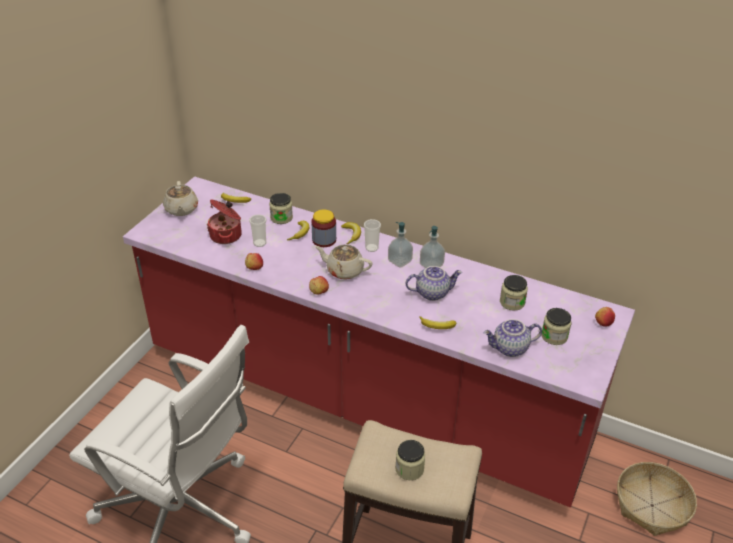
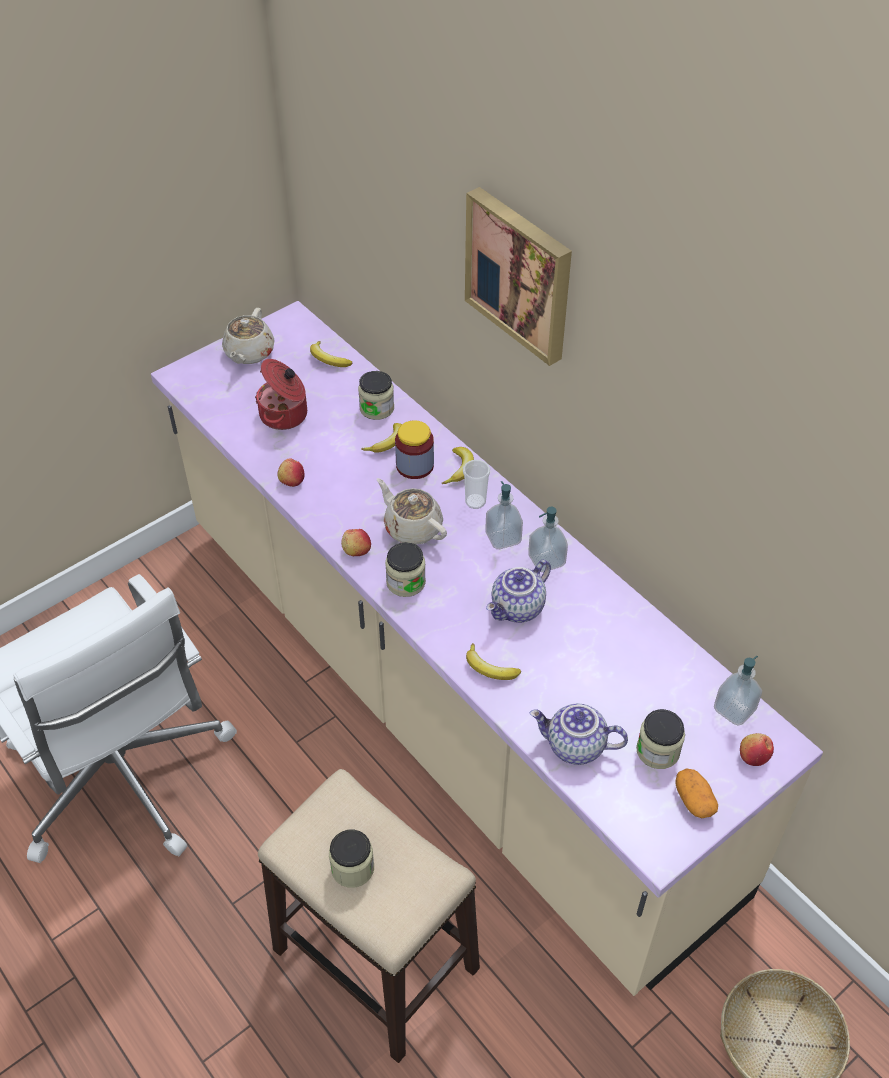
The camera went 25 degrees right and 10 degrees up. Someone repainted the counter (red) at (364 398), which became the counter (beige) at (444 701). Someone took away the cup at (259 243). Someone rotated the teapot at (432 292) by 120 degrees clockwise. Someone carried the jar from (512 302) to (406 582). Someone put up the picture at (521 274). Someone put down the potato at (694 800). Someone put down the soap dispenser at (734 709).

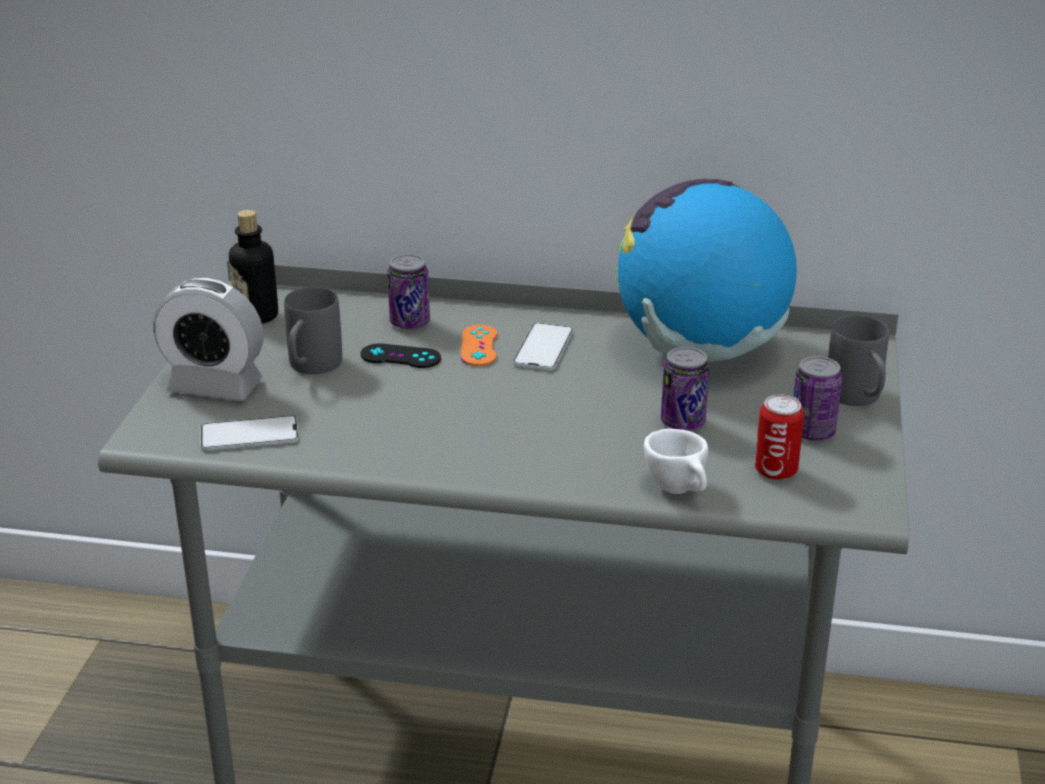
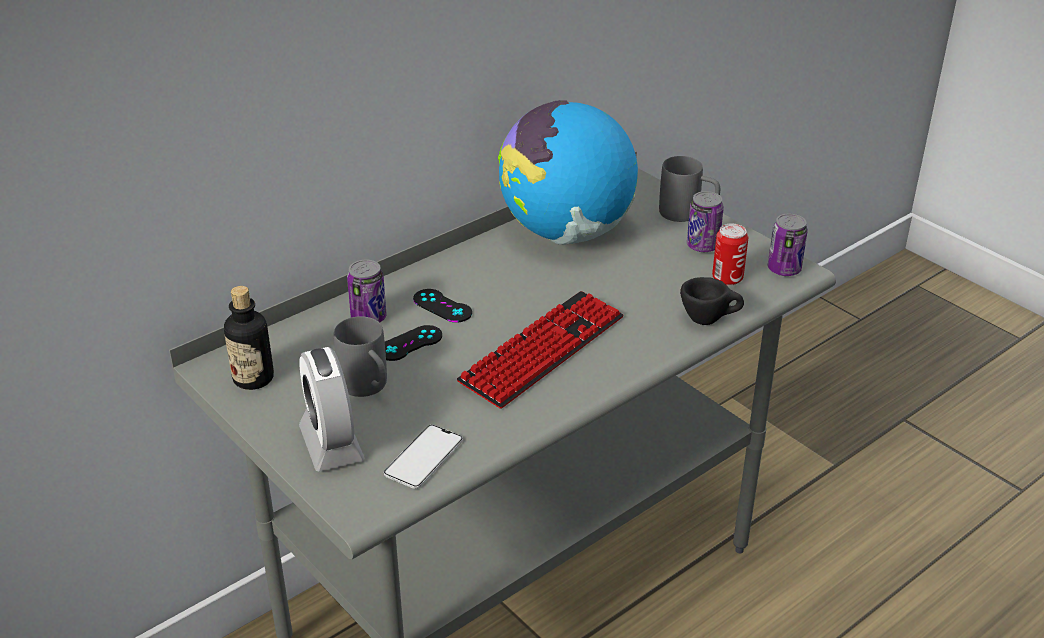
The camera went 50 degrees left and 5 degrees up. Someone rotated the alarm clock at (215 386) by 105 degrees clockwise. Someone repainted the game controller (orange) at (479 346), which became the game controller (black) at (442 306). Someone took away the phone at (543 347). Someone repainted the cup (white) at (680 491), which became the cup (black) at (709 320). Someone carried the can from (682 422) to (784 269). Someone put down the keyboard at (543 350).

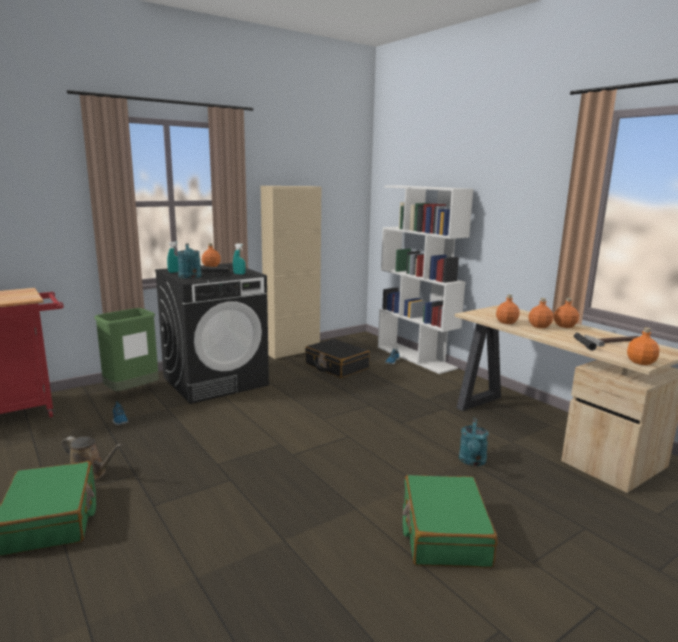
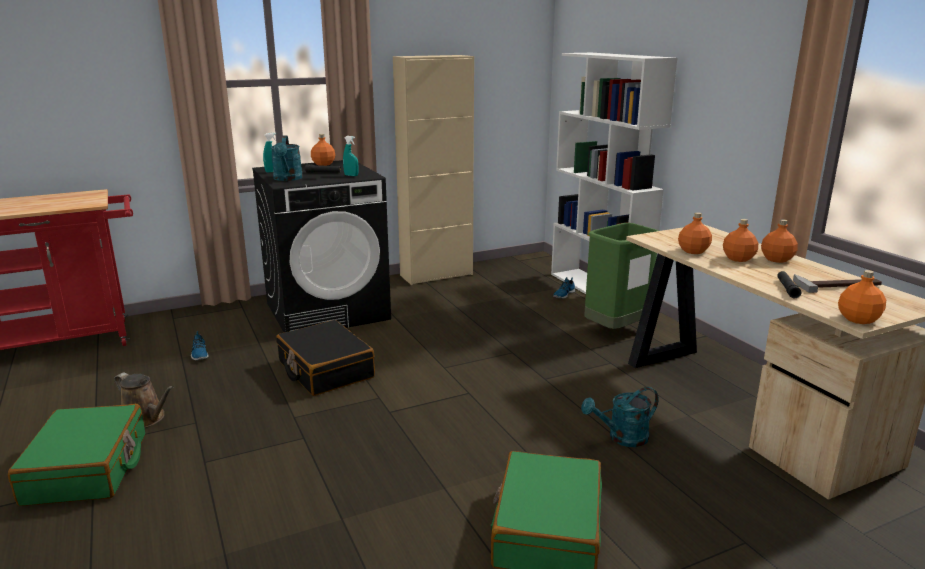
The camera went 10 degrees right and 5 degrees up. Someone carried the trash can (green) from (132 392) to (616 330). Someone carried the suitcase (black) from (336 366) to (325 370). Someone rotated the watering can (turquoise) at (472 461) by 45 degrees clockwise.

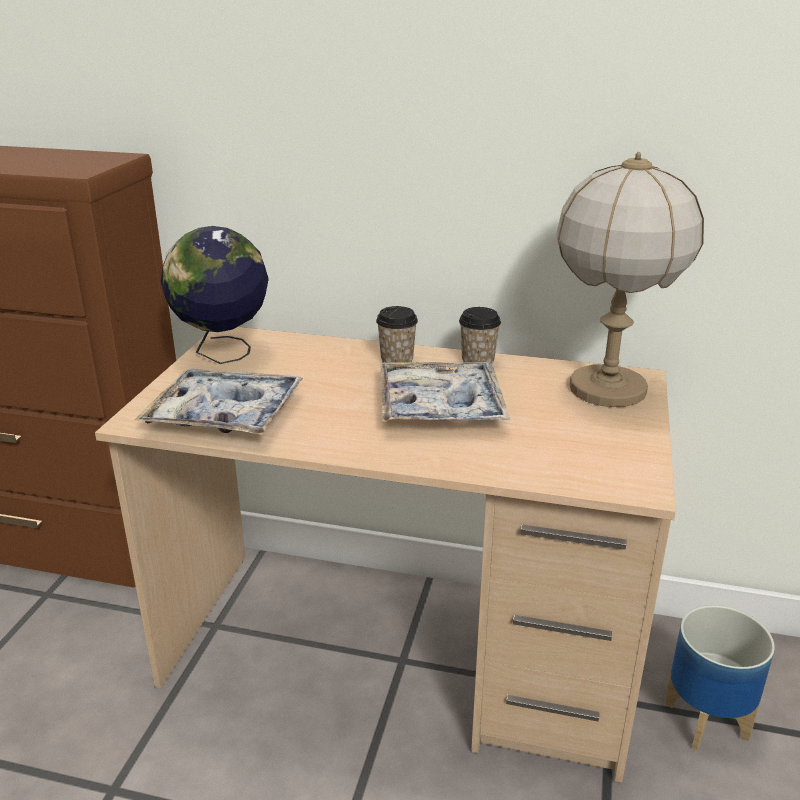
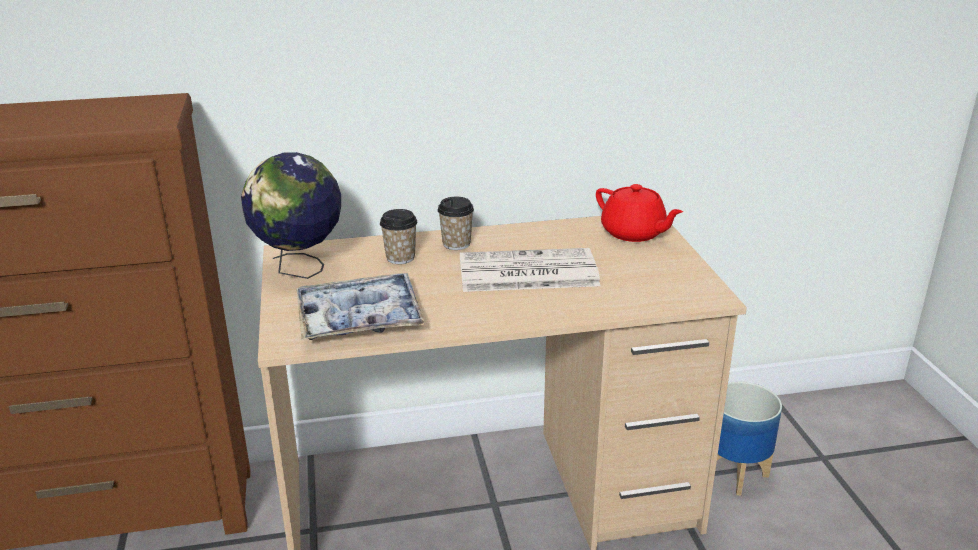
The camera went 25 degrees left and 0 degrees up. Someone swapped the tray at (440 406) for the newspaper at (526 272). Someone carried the cup from (477 361) to (400 258). Someone swapped the table lamp at (608 389) for the teapot (red) at (634 233).

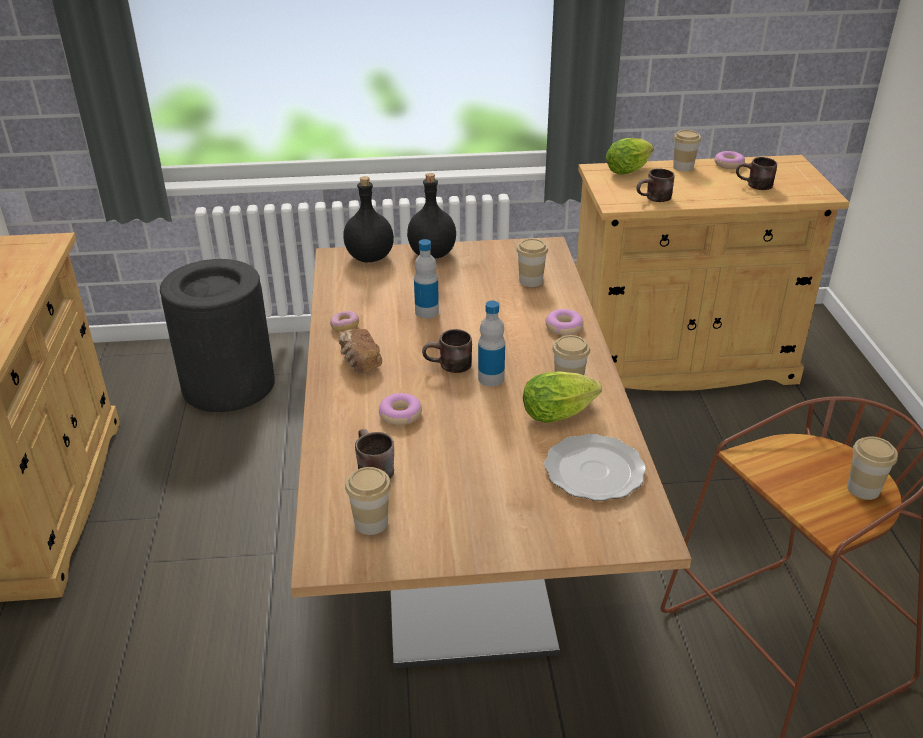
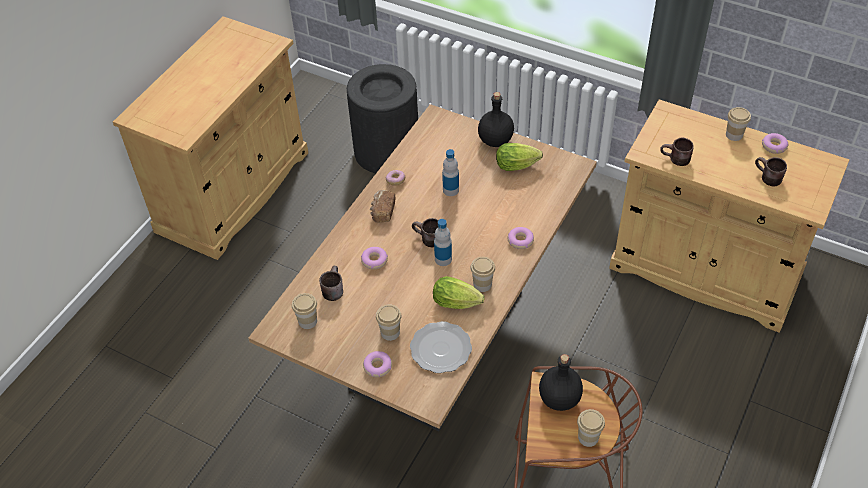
The camera went 35 degrees right and 15 degrees up. Someone carried the bottle (black) from (370 258) to (559 399). Someone carried the cup from (531 281) to (390 332). Someone carried the lettuce from (630 170) to (519 165). Someone put down the donut at (377 367).

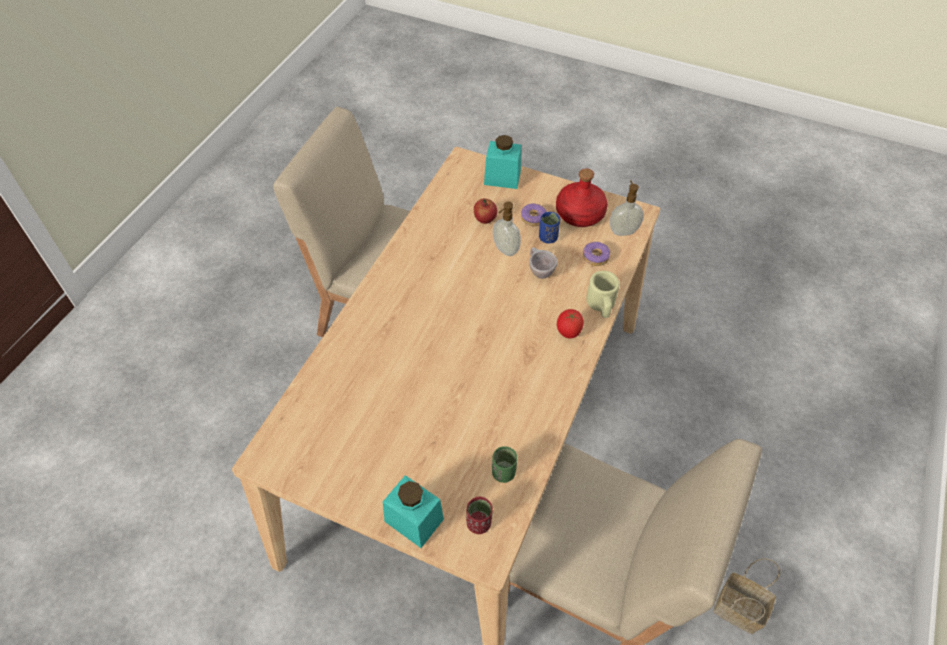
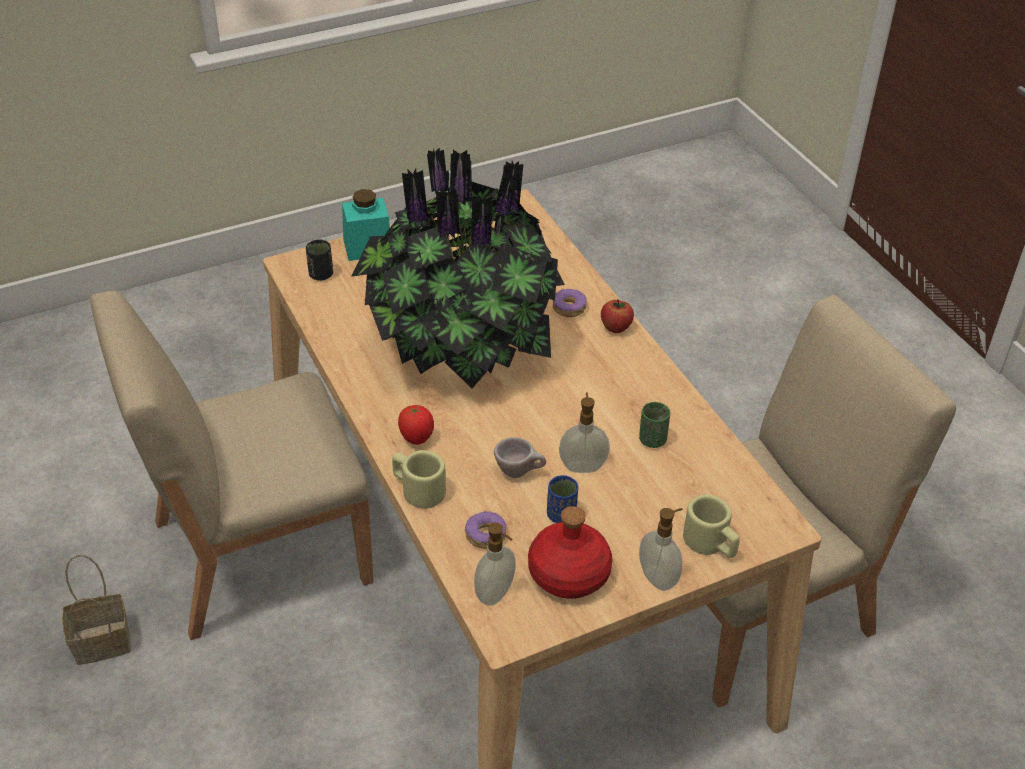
The camera went 130 degrees right and 10 degrees down. Someone repainted the cup (red) at (479 523), which became the cup (black) at (321 275). Someone carried the apple from (485 219) to (616 328). Someone swapped the jar (turquoise) at (502 177) for the mug (beige) at (711 544). Someone carried the cup (green) from (503 473) to (652 440). Someone carried the donut from (533 218) to (569 308). Someone put down the potted plant at (460 347). Someone put down the soap dispenser at (659 577).

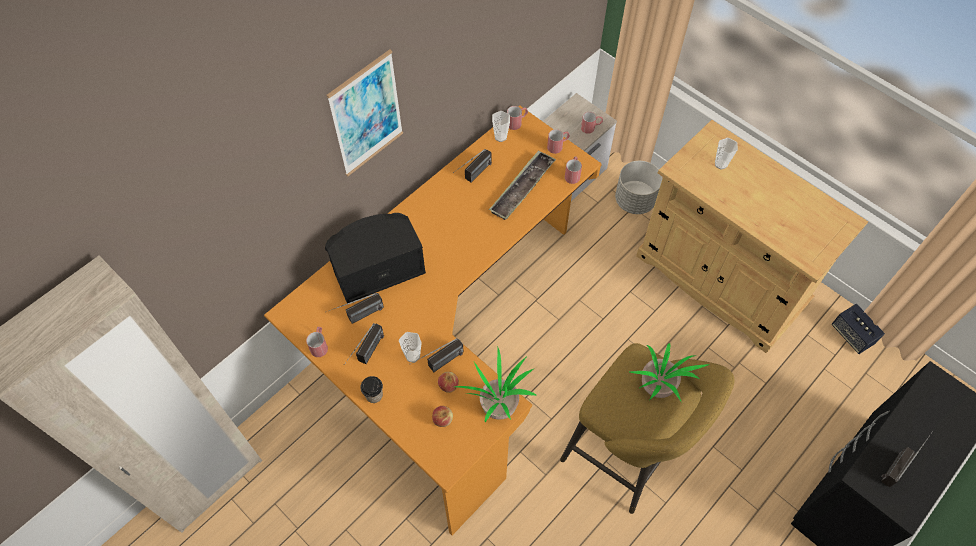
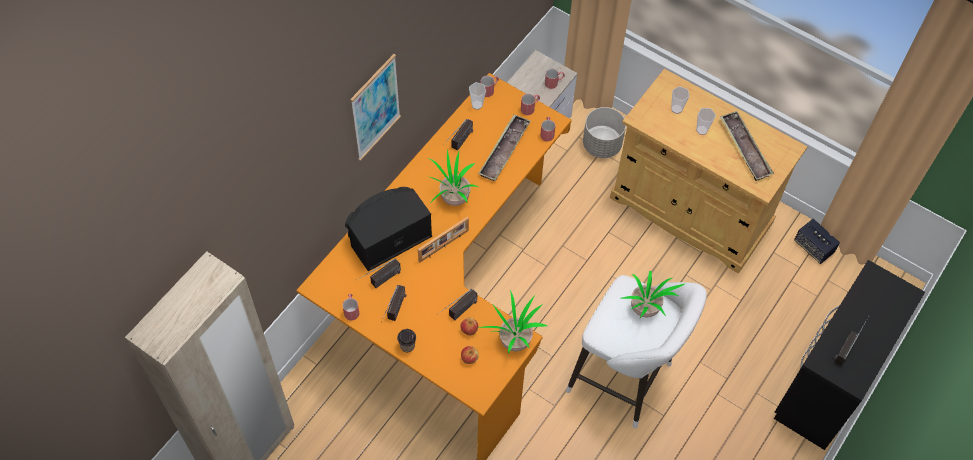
The camera went 10 degrees left and 0 degrees up. Someone carried the cup from (412 356) to (702 130). Someone repainted the stool (yellow) at (627 456), which became the stool (white) at (625 380). Someone put down the picture frame at (444 246). Someone put down the potted plant at (452 197). Someone put down the tray at (745 148).

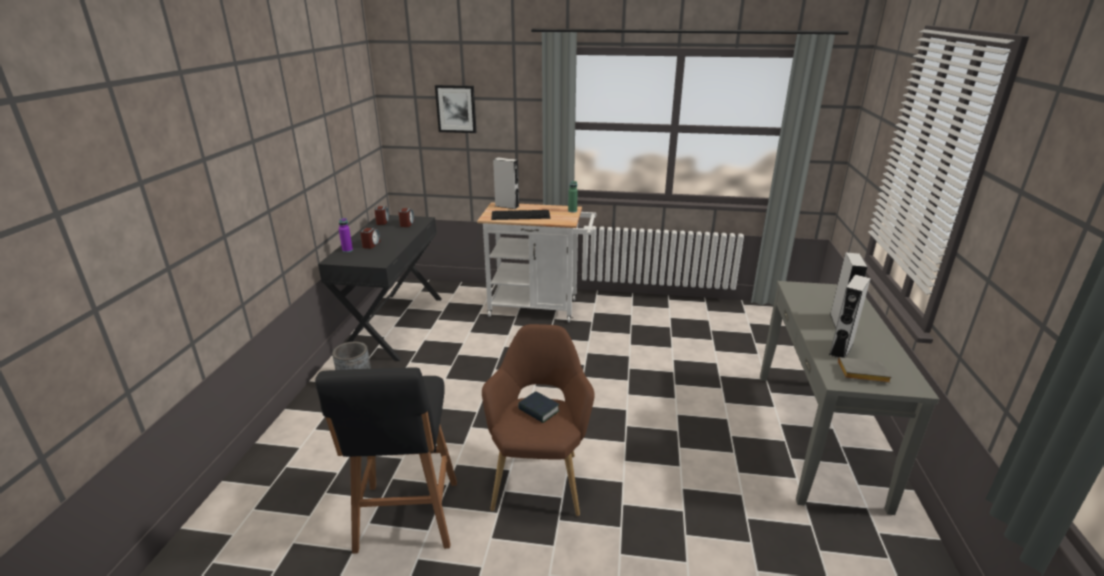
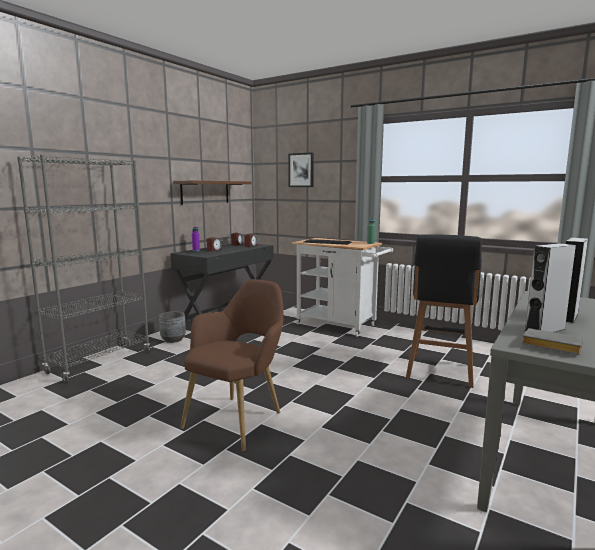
The camera went 25 degrees right and 15 degrees down. Someone carried the stool (black) from (407 519) to (440 372). Someone took away the speaker (grey) at (507 206). Someone took away the book at (538 410). Someone put down the bookcase (grey) at (100 362). Someone put up the shelf at (205 192).

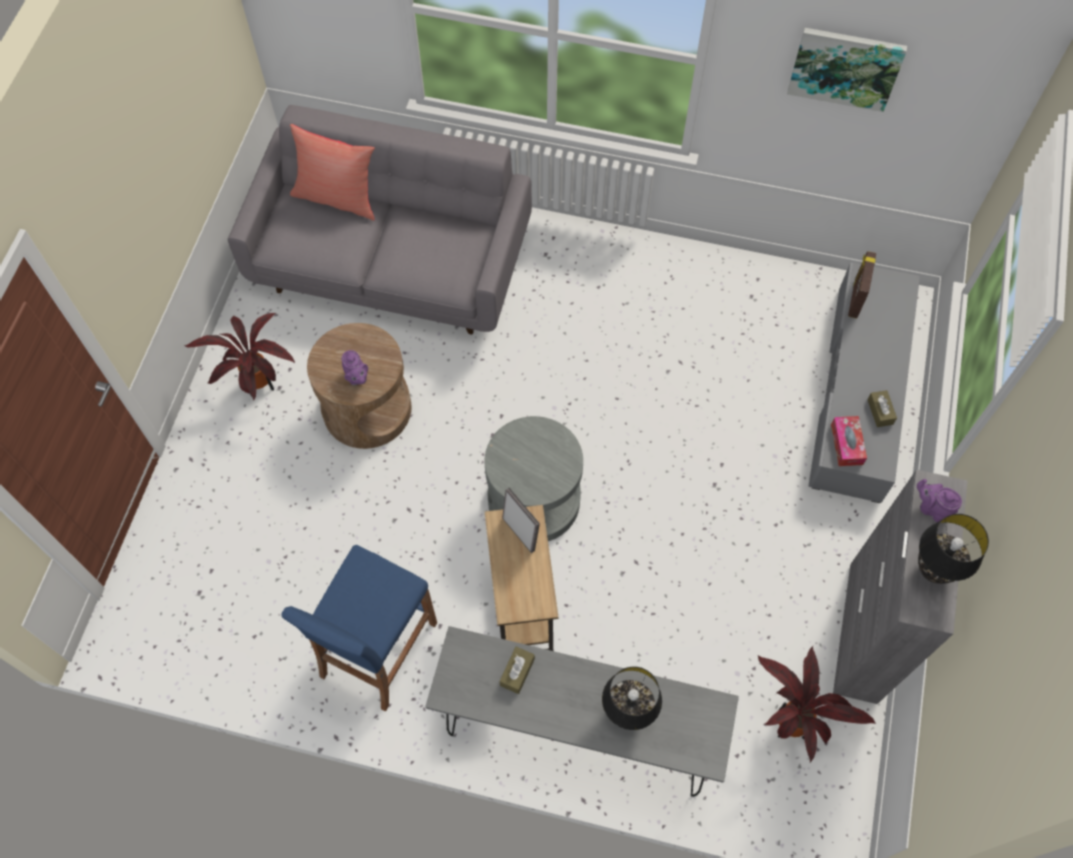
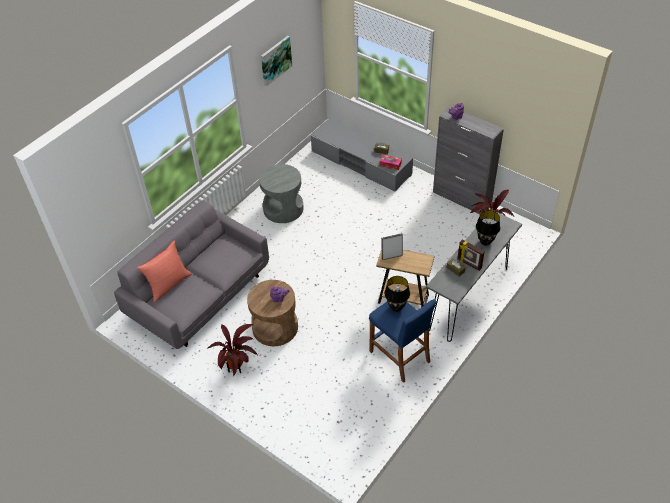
The camera went 65 degrees left and 15 degrees down. Someone carried the side table (grey) from (534 500) to (283 208). Someone carried the picture frame from (855 298) to (469 264). Someone carried the table lamp (black) from (933 571) to (397 307).

